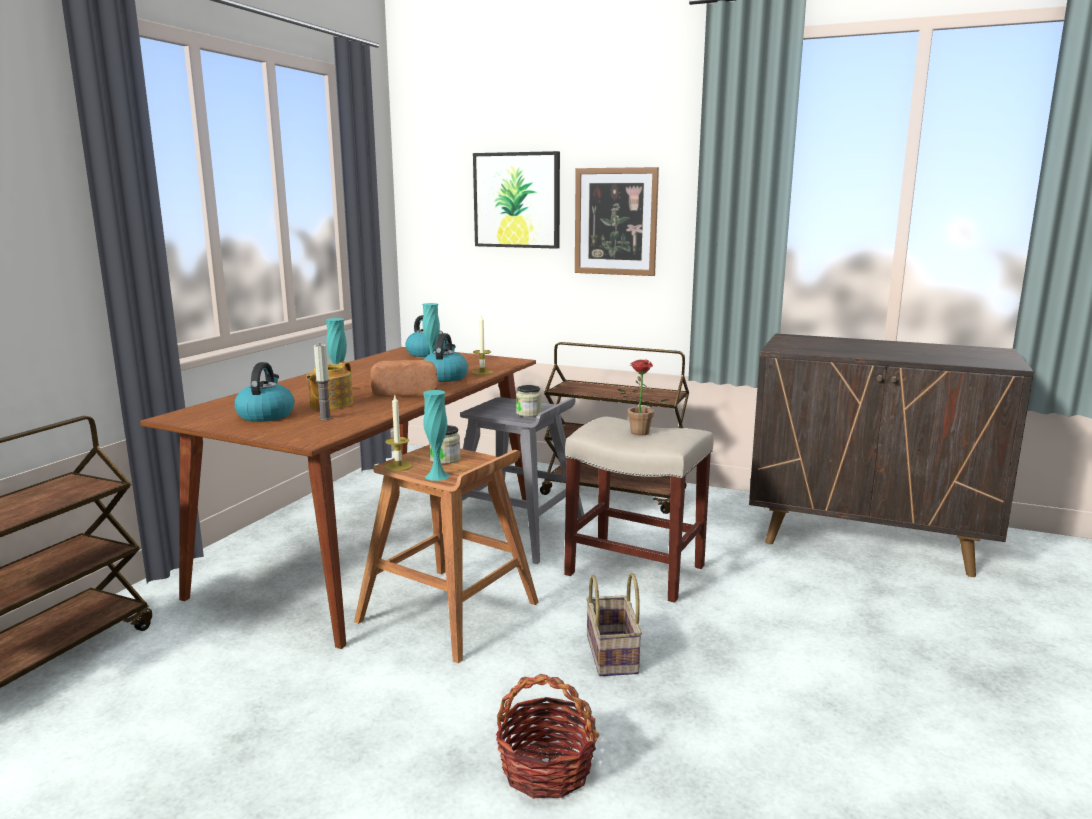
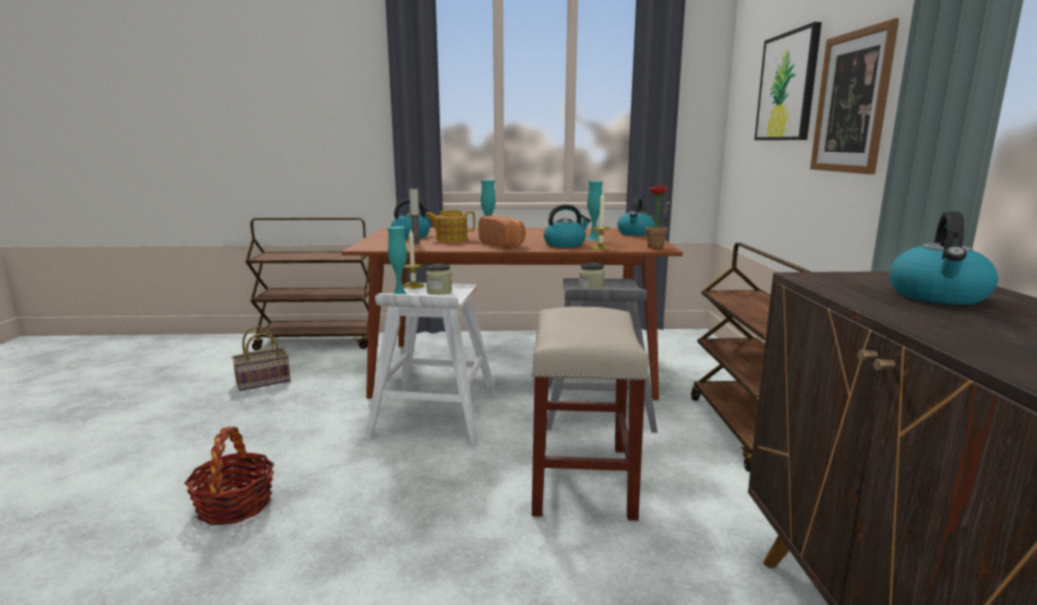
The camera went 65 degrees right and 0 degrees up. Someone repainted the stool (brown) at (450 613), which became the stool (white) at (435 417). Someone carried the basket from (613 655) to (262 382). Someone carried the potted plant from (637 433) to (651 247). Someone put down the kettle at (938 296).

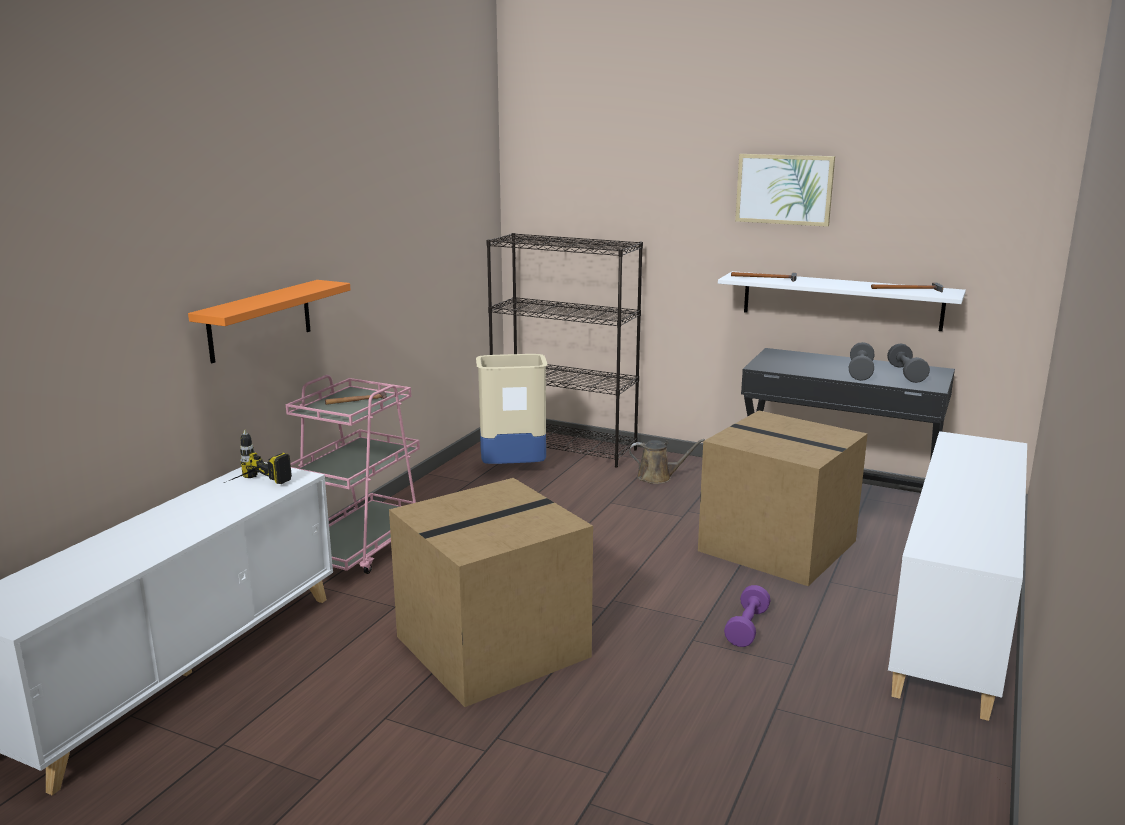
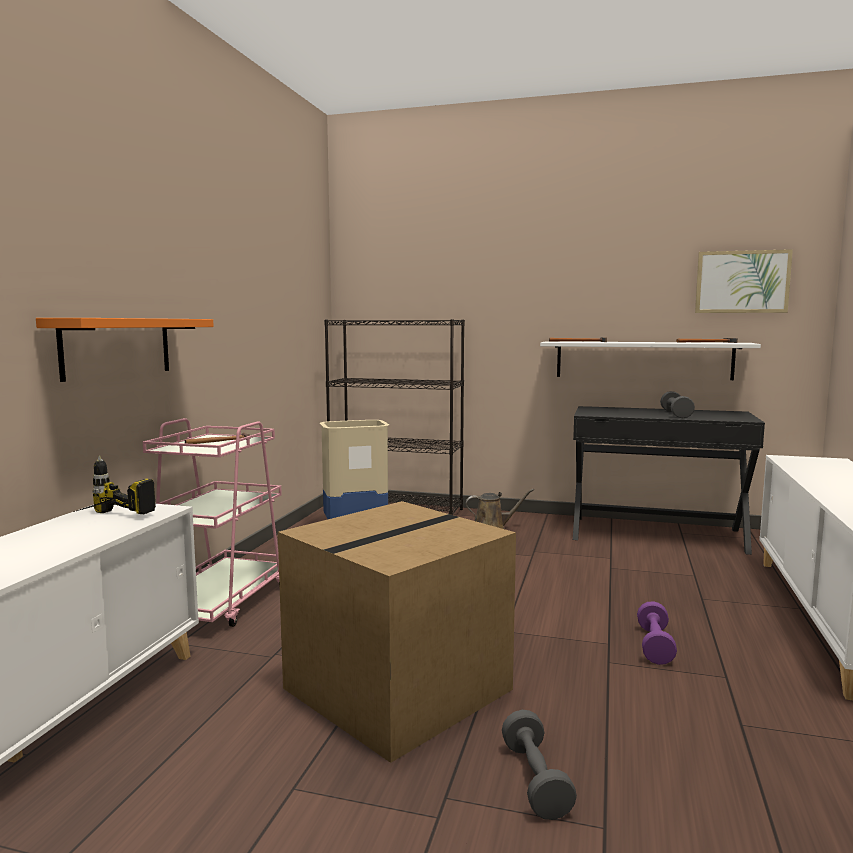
The camera went 10 degrees left and 10 degrees down. Someone took away the cardboard box at (780 546). Someone carried the picture from (784 189) to (742 282). Someone carried the dumbbell (grey) from (906 374) to (535 780).

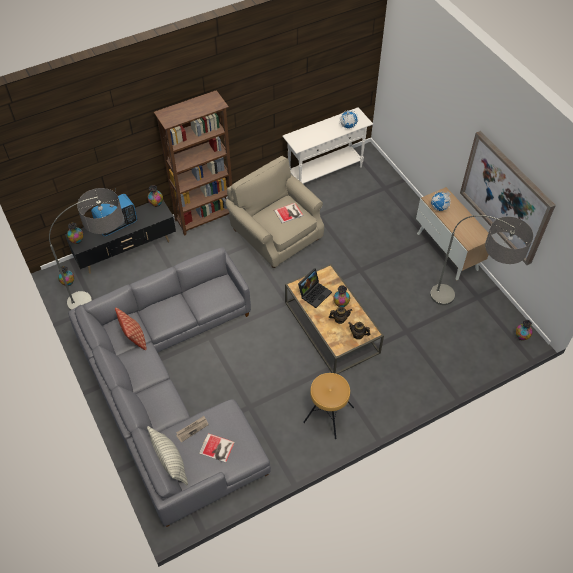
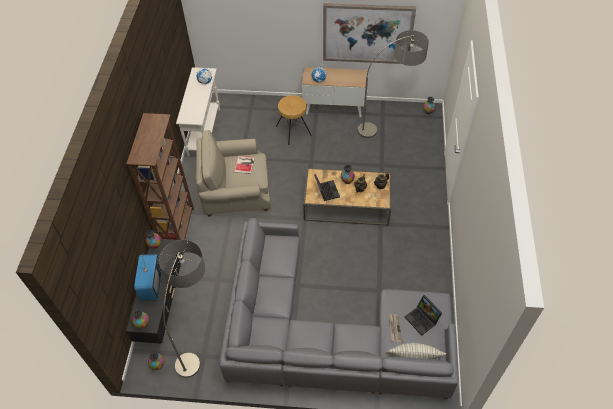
The camera went 55 degrees left and 0 degrees up. Someone took away the pillow at (134 338). Someone swapped the book at (217 449) for the laptop at (422 319). Someone carried the stool (brown) from (328 414) to (293 131).

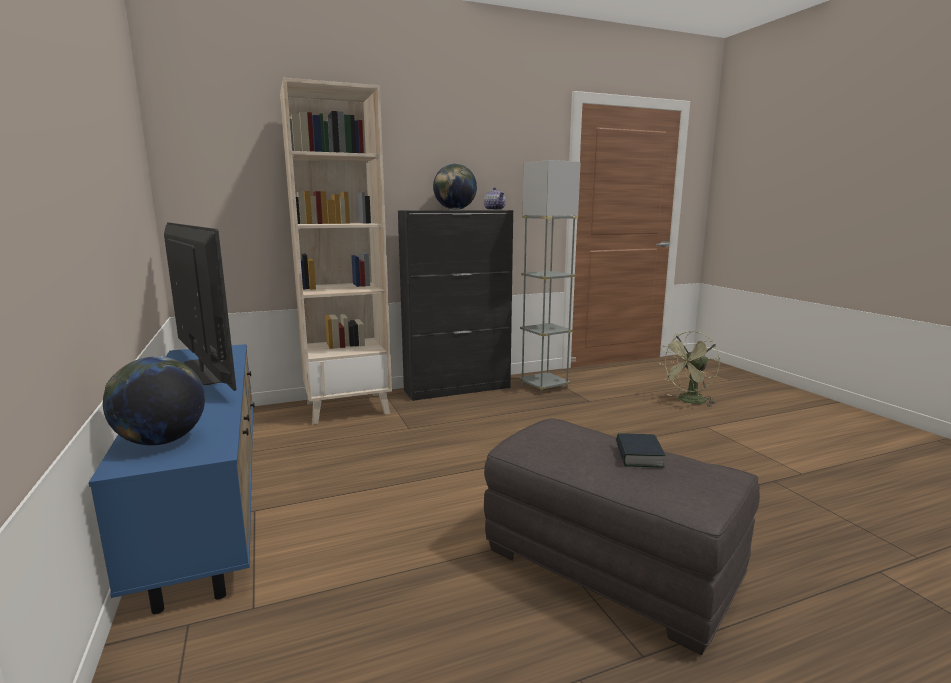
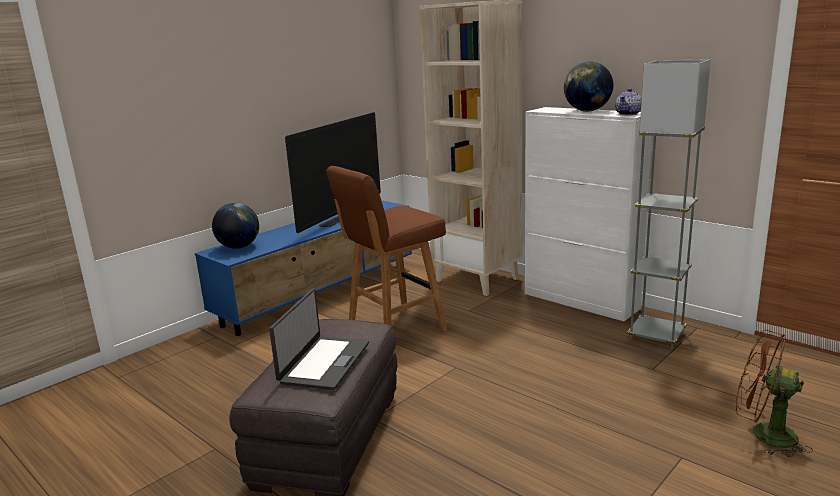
The camera went 65 degrees right and 5 degrees up. Someone repainted the cabinet (black) at (458 389), which became the cabinet (white) at (581 301). Someone swapped the book at (638 456) for the laptop at (323 362). Someone repainted the fan (green) at (688 401), which became the fan (brown) at (763 434). Someone put down the stool (brown) at (394 330).

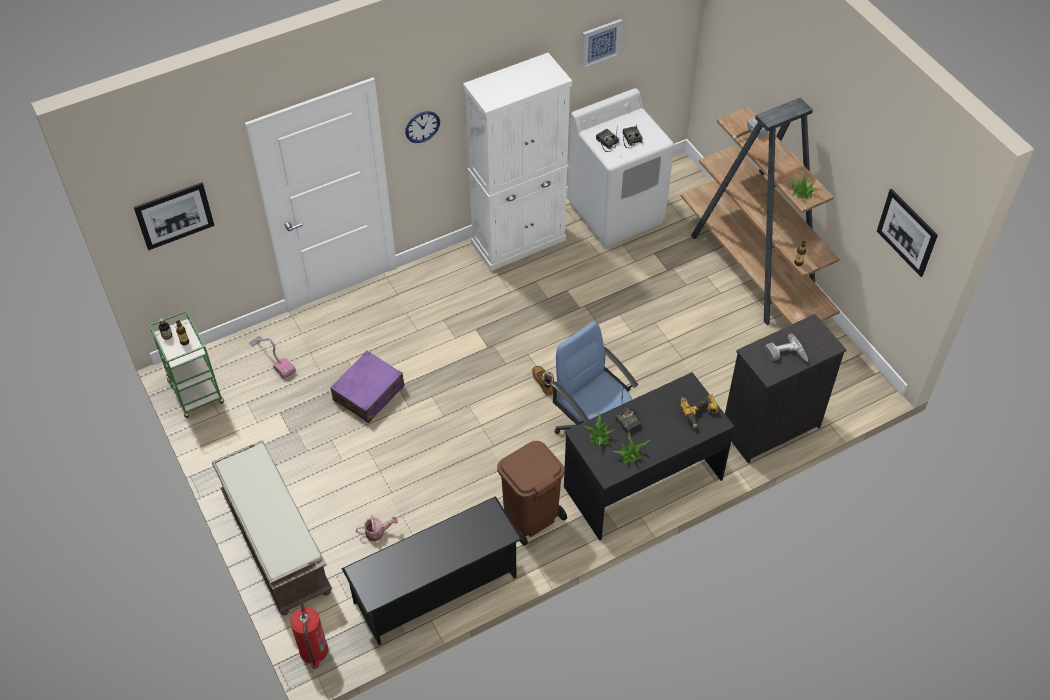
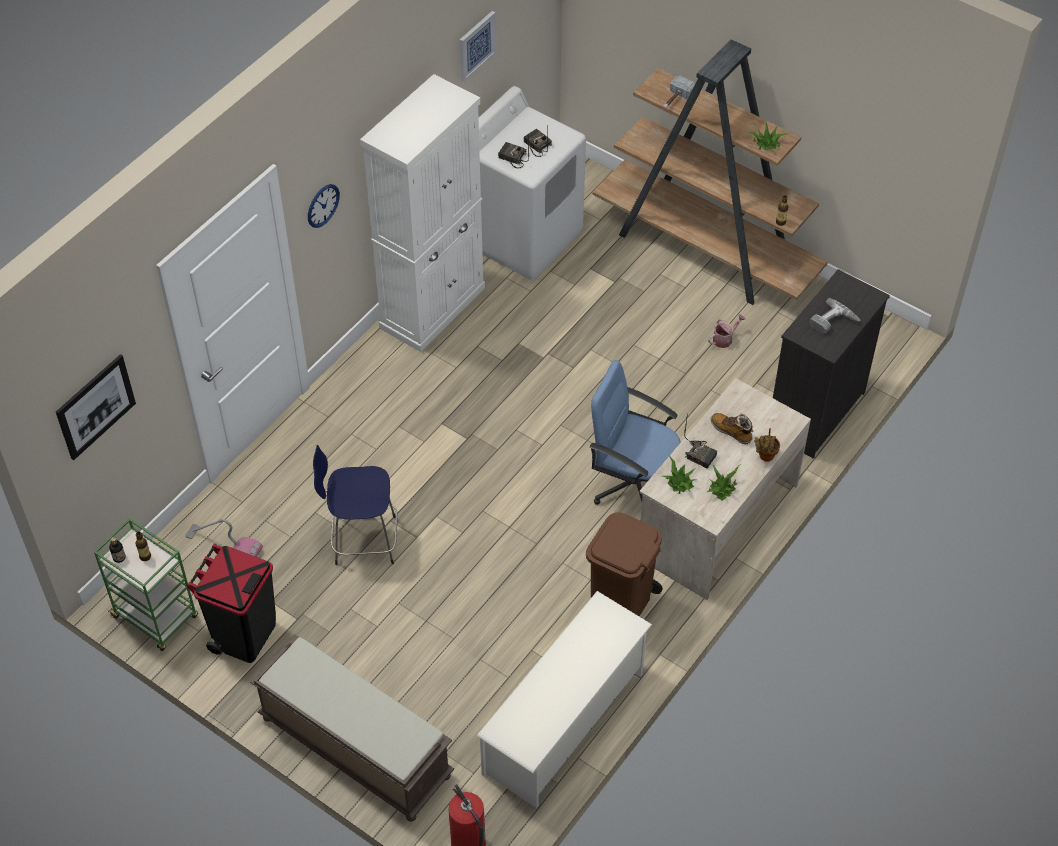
The camera went 25 degrees left and 0 degrees up. Someone swapped the suitcase (purple) at (369 393) for the stool (blue) at (362 540). Someone repainted the shoe rack (black) at (436 589), which became the shoe rack (white) at (564 723). Someone carried the watering can from (377 532) to (724 339). Someone carried the boot from (543 383) to (731 431). Someone repainted the desk (black) at (642 482), which became the desk (beige) at (716 520). Someone took away the power drill at (699 413). Someone took away the picture at (907 232). Someone put down the trash can (black) at (244 635). Someone put down the potted plant at (765 457).

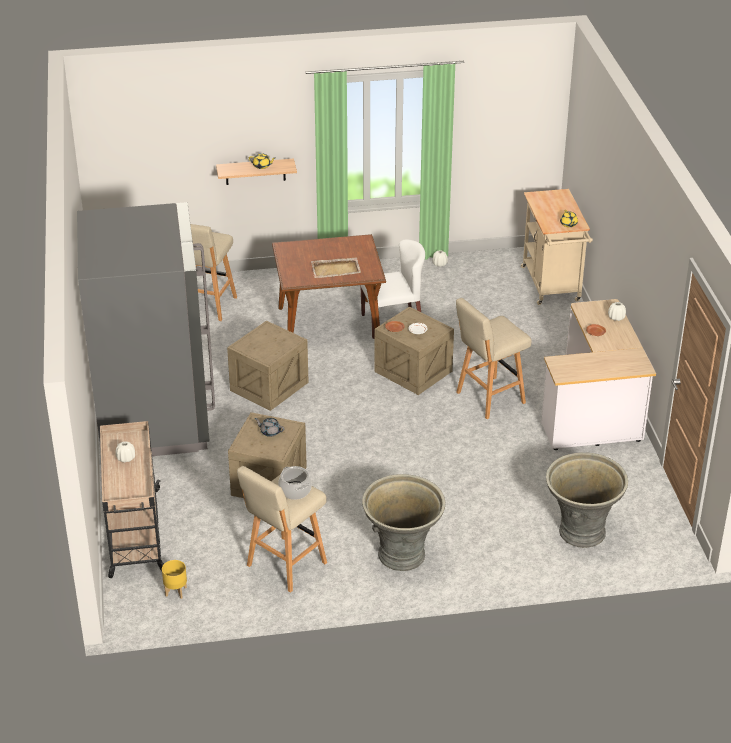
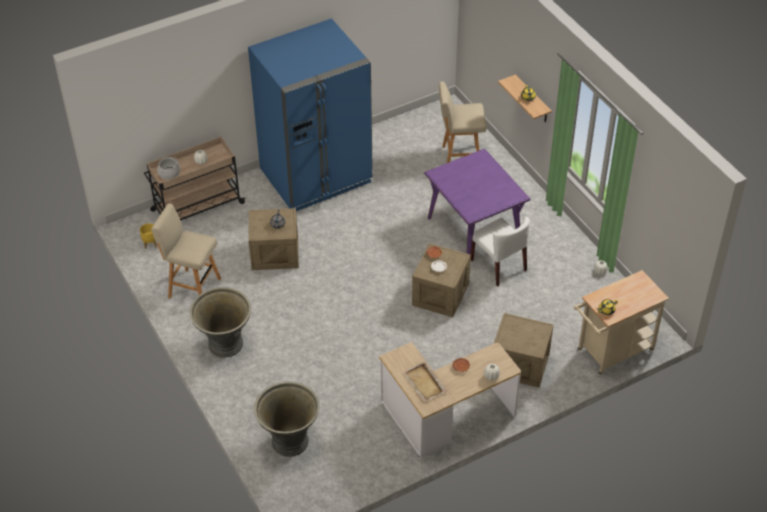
The camera went 70 degrees right and 10 degrees up. Someone repainted the fridge (grey) at (153 418), which became the fridge (blue) at (316 176). Someone carried the crate from (269 386) to (520 364). Someone repainted the dining table (brown) at (328 325), which became the dining table (purple) at (473 230). Someone carried the cooking pot from (295 490) to (169 173). Someone carried the tray (beige) from (336 269) to (424 383). Someone took away the stool (beige) at (488 398).

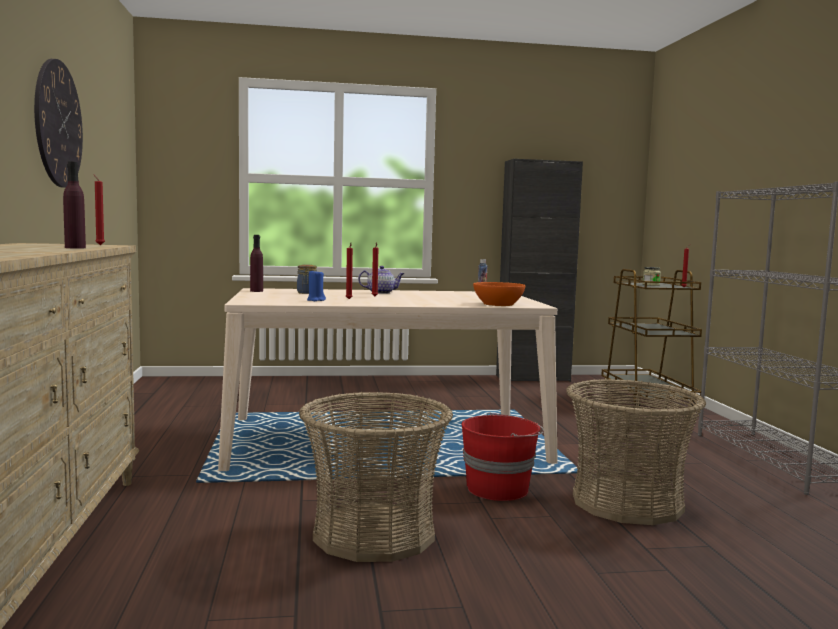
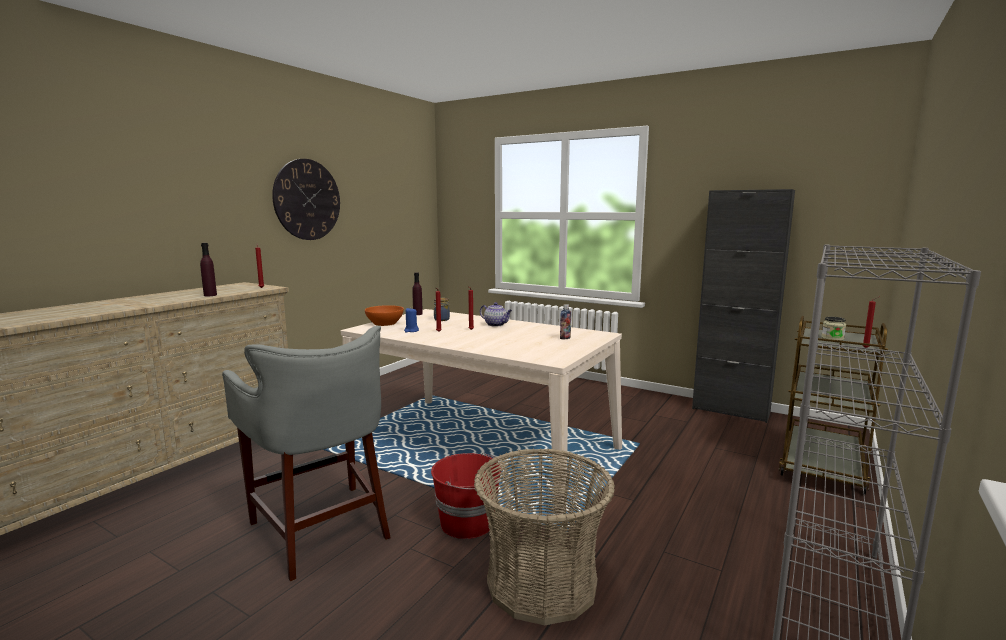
The camera went 40 degrees right and 5 degrees up. Someone swapped the basket at (374 534) for the stool (grey) at (322 528). Someone carried the bowl (orange) from (498 304) to (384 323).

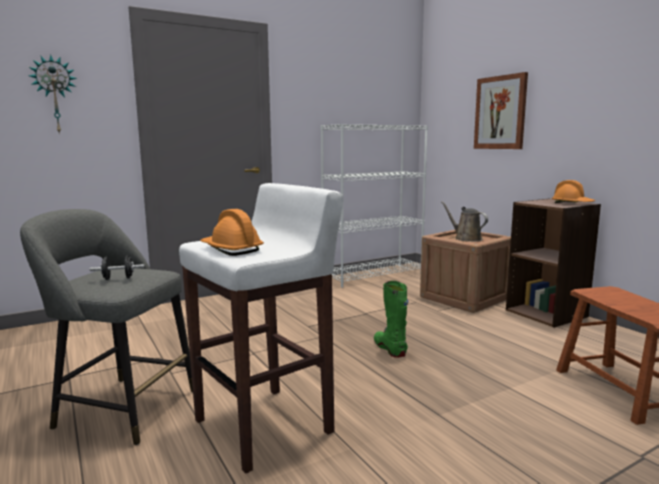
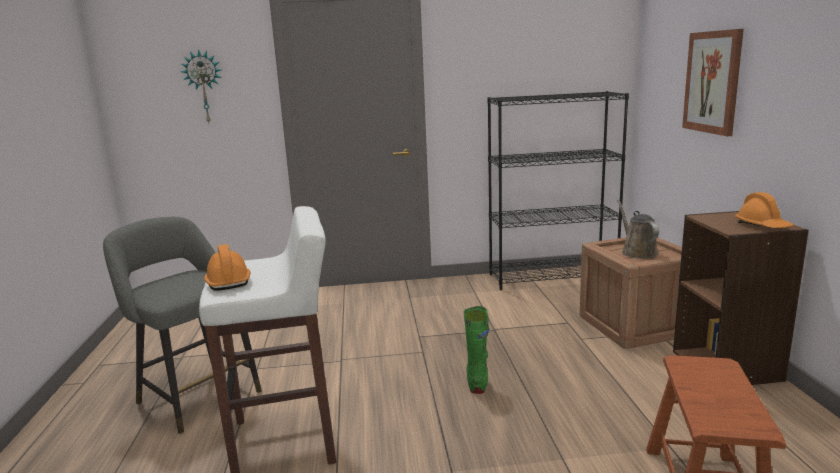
The camera went 25 degrees right and 5 degrees up. Someone took away the dumbbell (black) at (118 278). Someone repainted the bookcase (white) at (373 275), which became the bookcase (black) at (552 277).

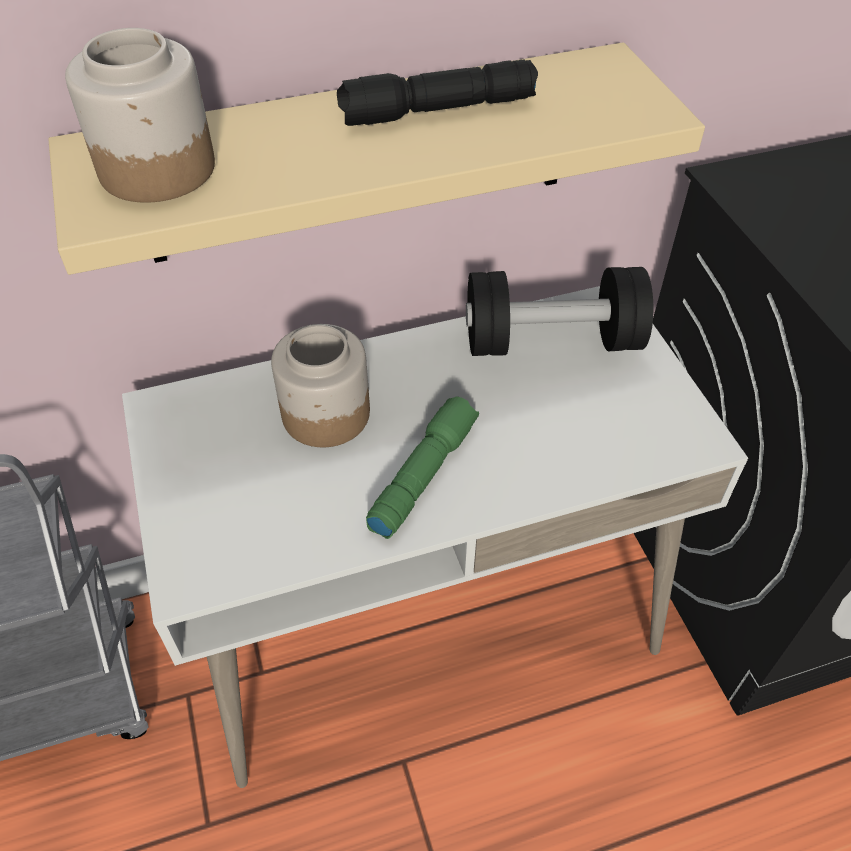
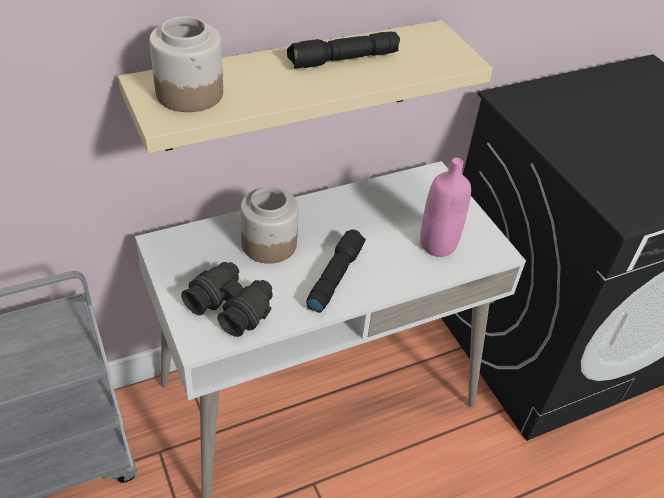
The camera went 10 degrees left and 5 degrees down. Someone repainted the flashlight (green) at (422 474), which became the flashlight (black) at (334 276). Someone took away the dumbbell (black) at (551 341). Someone put down the binoculars (black) at (230 306). Someone put down the bottle (pink) at (437 244).

